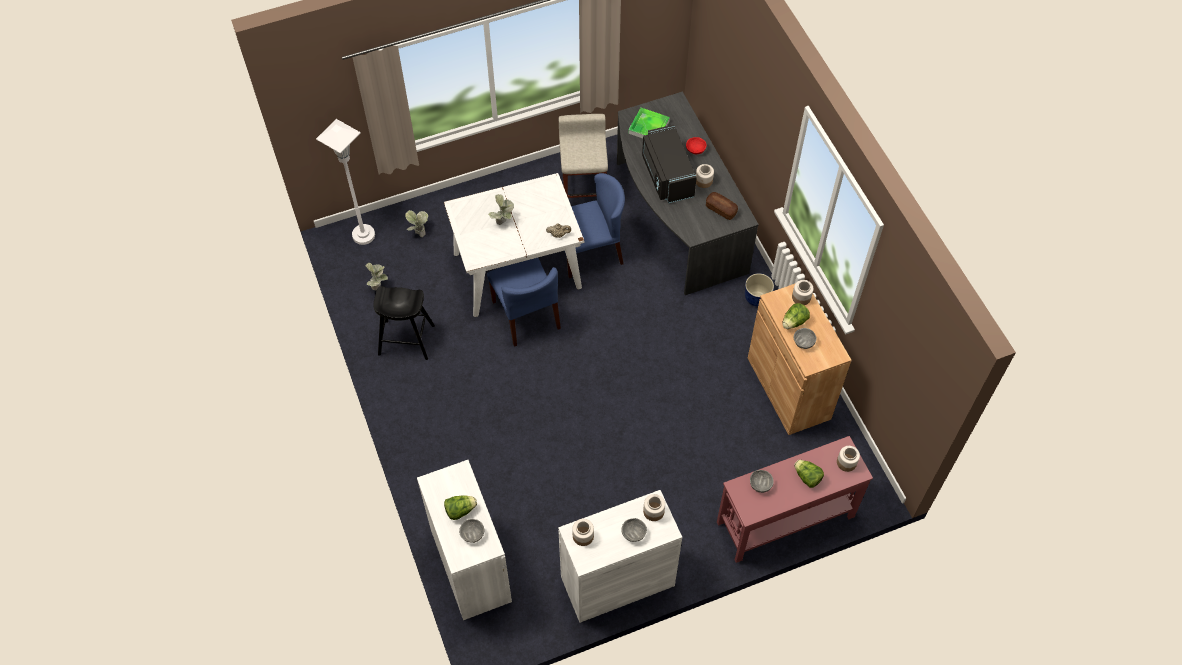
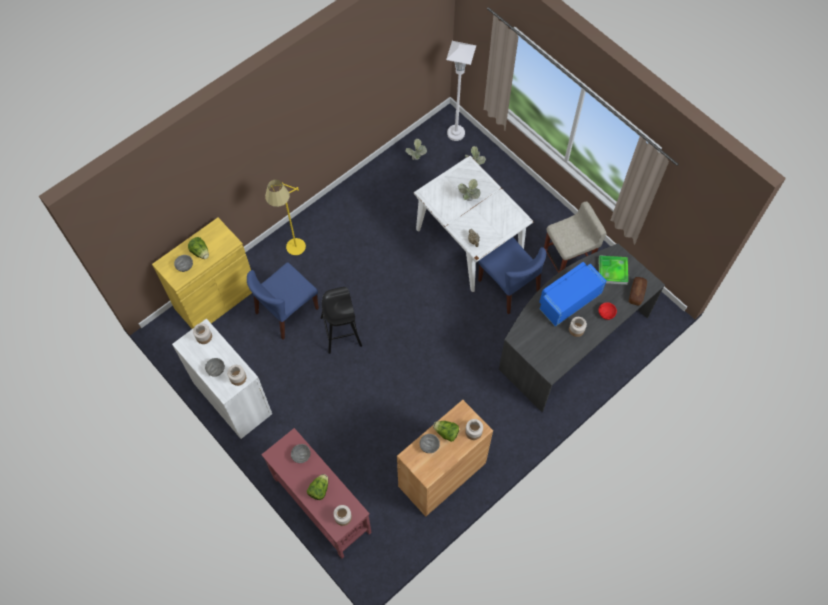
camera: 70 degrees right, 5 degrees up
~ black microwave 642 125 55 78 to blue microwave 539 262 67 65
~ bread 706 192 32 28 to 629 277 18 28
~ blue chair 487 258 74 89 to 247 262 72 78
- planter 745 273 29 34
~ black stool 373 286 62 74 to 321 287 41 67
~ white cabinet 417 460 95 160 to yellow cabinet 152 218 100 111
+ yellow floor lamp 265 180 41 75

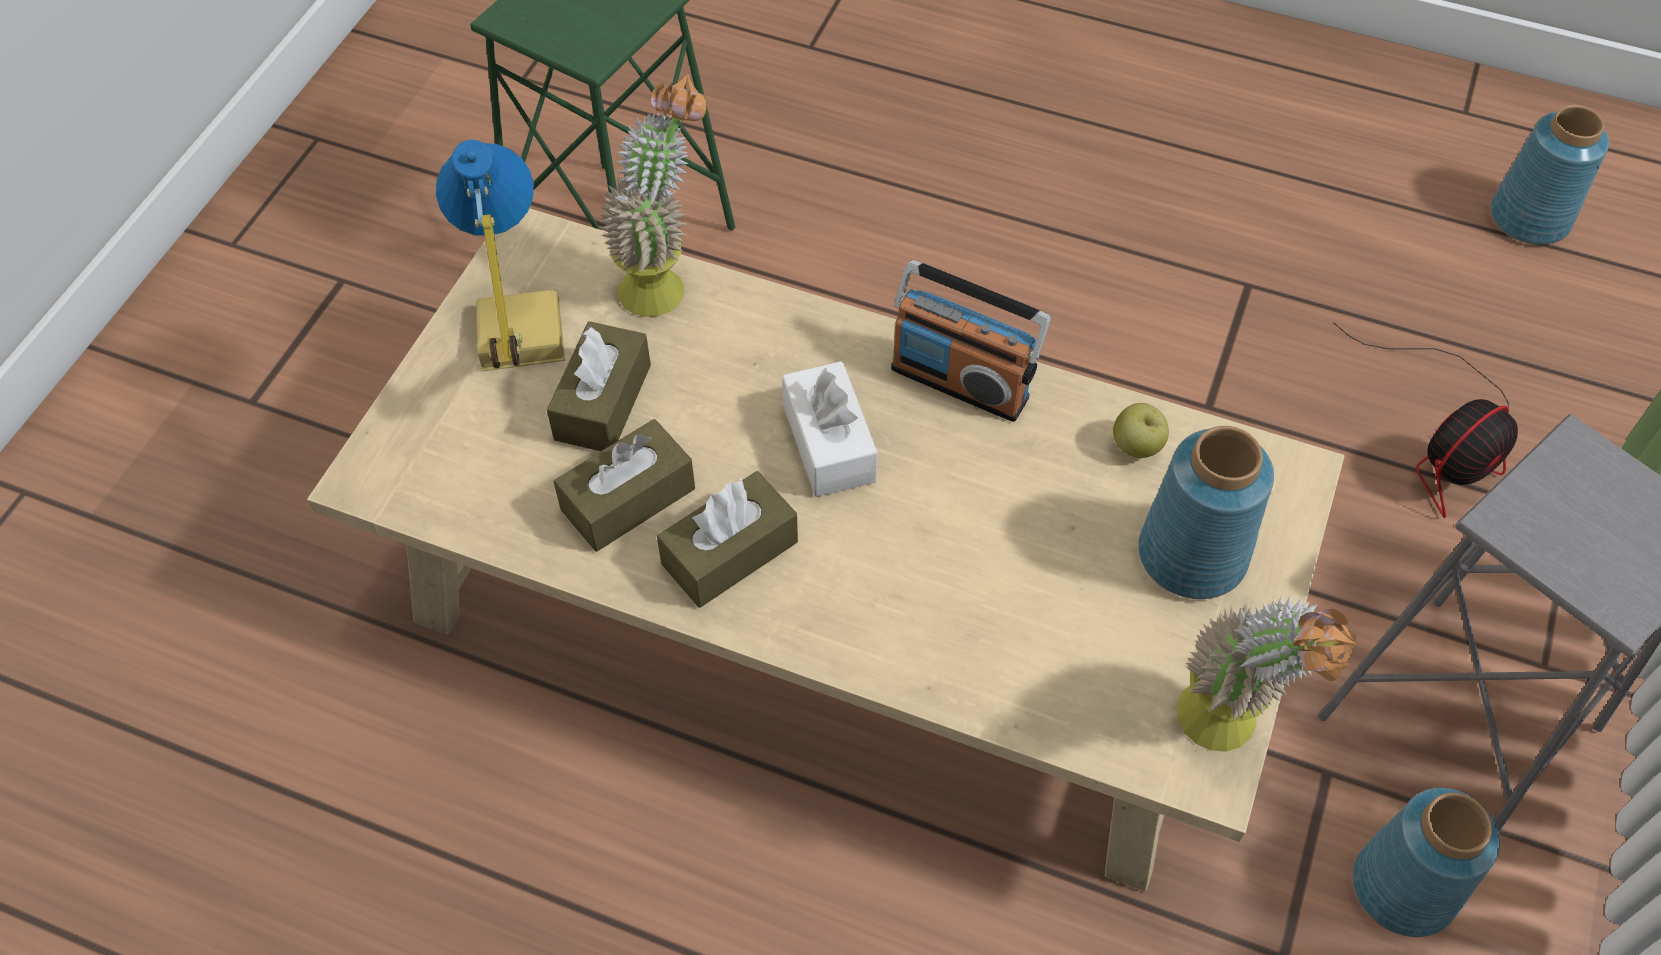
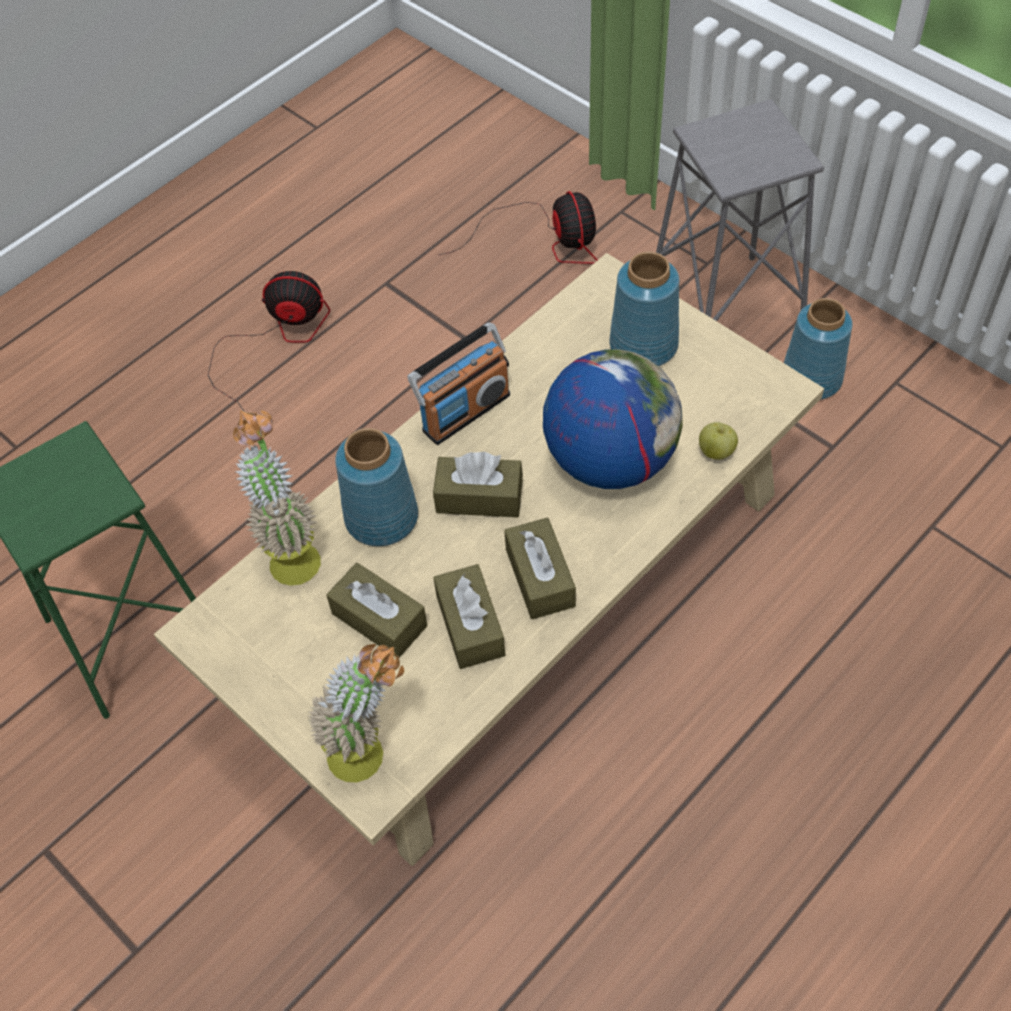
camera: 65 degrees left, 0 degrees up
~ blue vase 1490 105 119 140 to 335 428 83 118
- table lamp 436 140 129 232
~ white tissue box 782 361 95 136 to brown tissue box 433 452 90 65
~ apple 1113 403 56 55 to 699 422 39 38
~ potted plant 1177 595 180 157 to 308 644 96 138
+ fan 208 271 122 140
+ globe 543 350 140 139

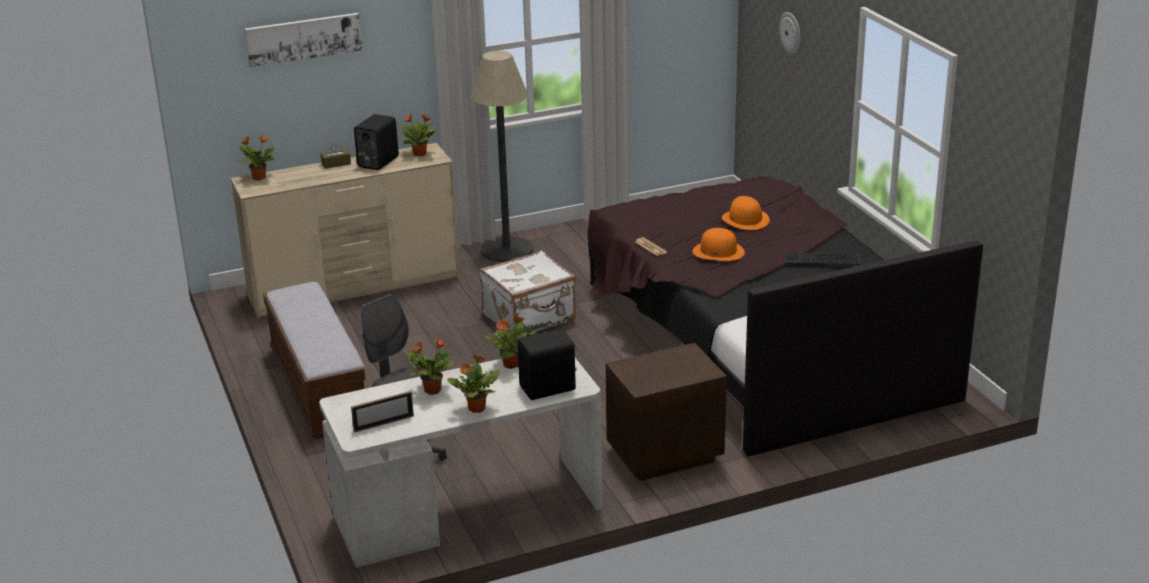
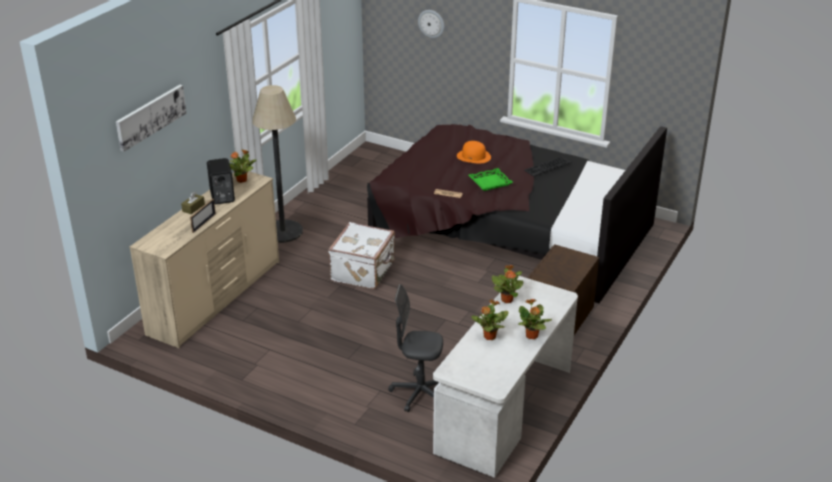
camera: 40 degrees left, 5 degrees up
- potted plant 237 135 38 45
~ orange hat 693 228 52 33 to green tray 468 168 45 23
- bench 263 282 102 157
- black speaker 517 329 60 71
~ picture frame 351 391 63 42 to 190 199 26 34

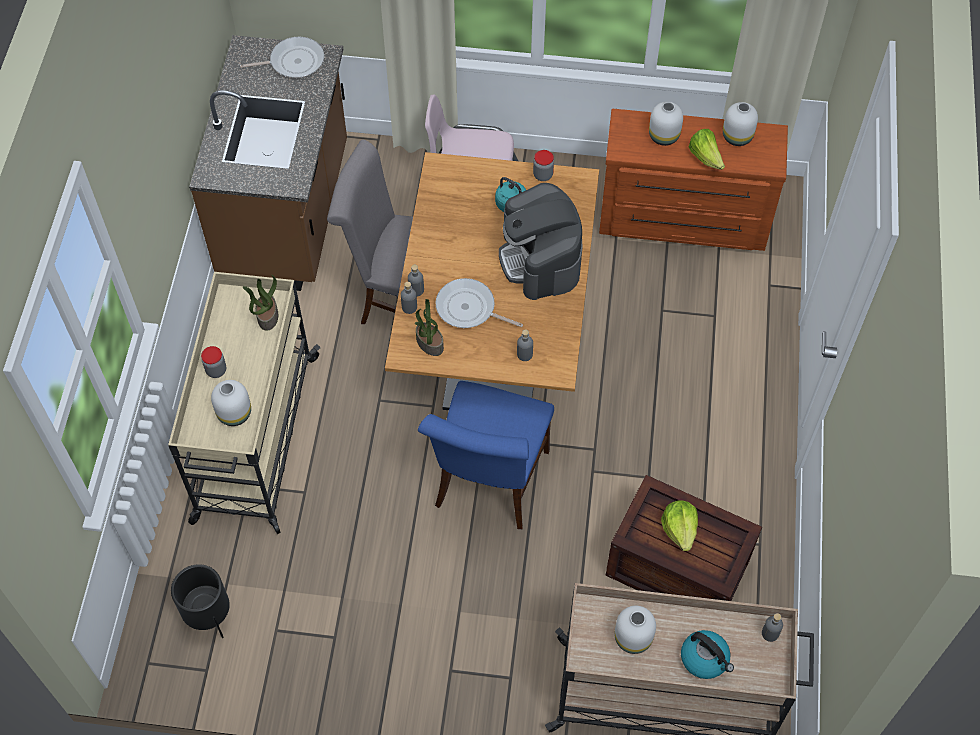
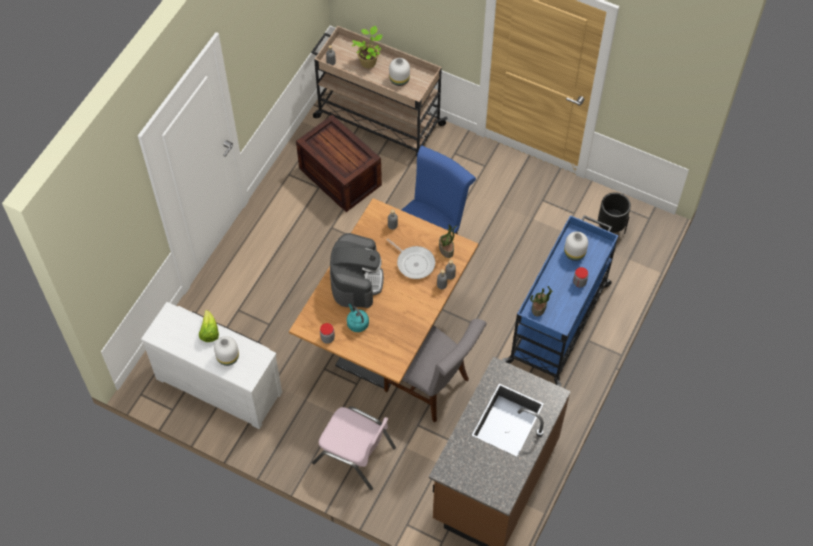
camera: 160 degrees left, 0 degrees up
- frying pan 240 37 84 41
- white vase 723 102 35 44
~ brown dresser 599 109 189 142 to white dresser 141 302 141 127
~ beige cart 168 272 153 262 to blue cart 502 215 117 171
- lettuce 661 500 37 51
~ kettle 681 630 53 49 to potted plant 352 26 31 42

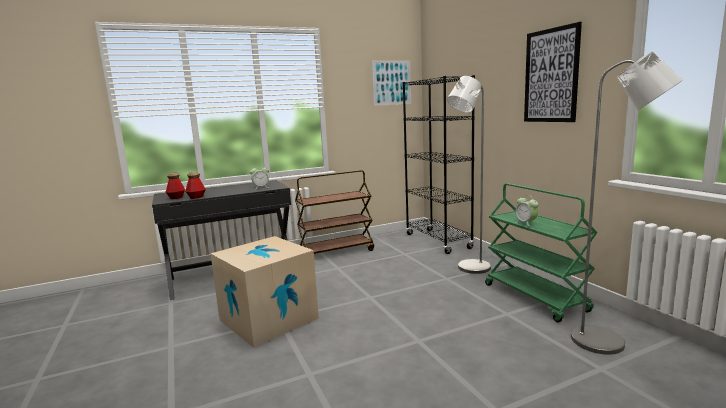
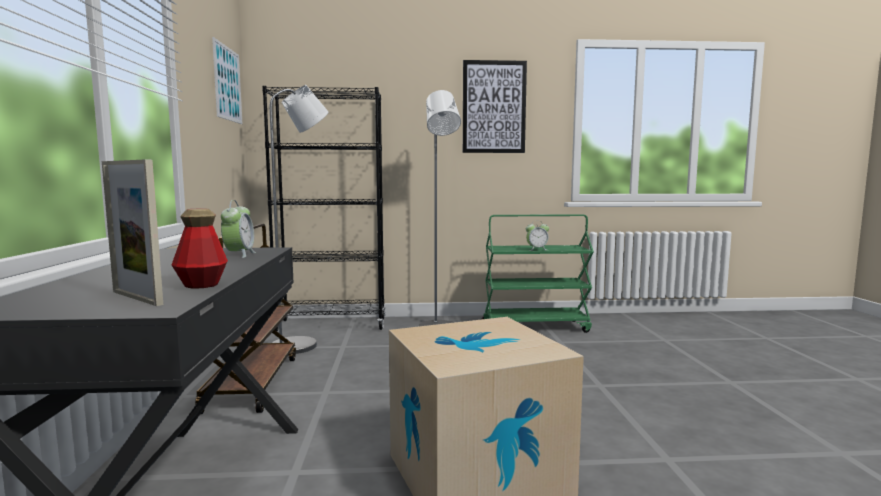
camera: 70 degrees left, 5 degrees down
~ grey floor lamp 571 51 112 304 to 269 85 59 269
~ bottle 166 173 19 26 to picture frame 102 159 61 147

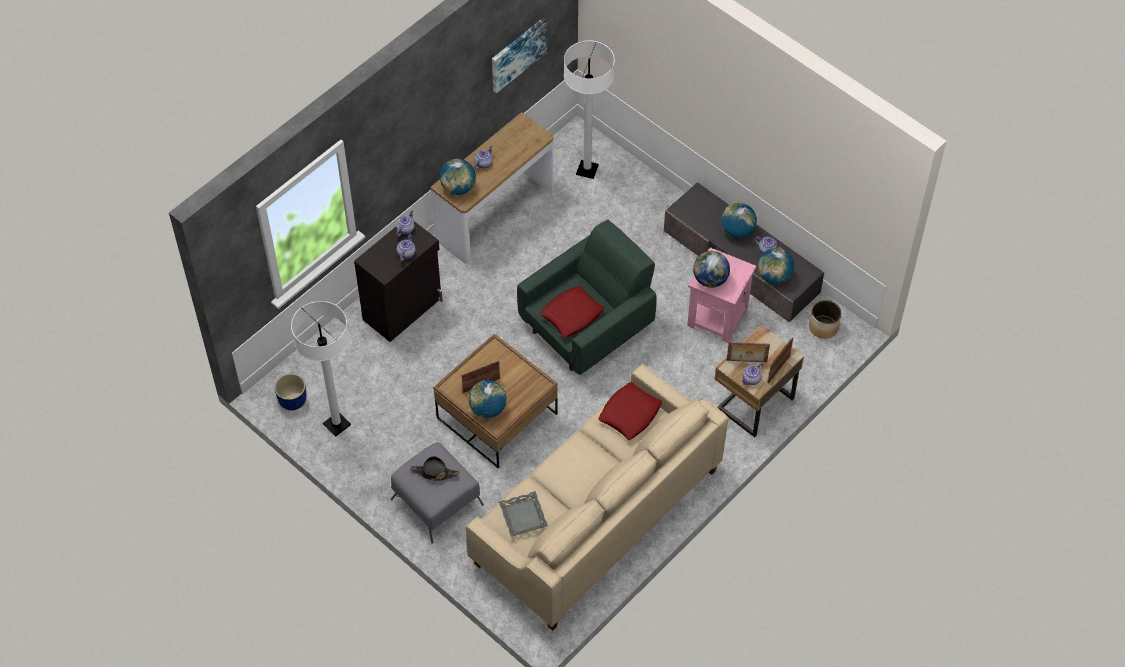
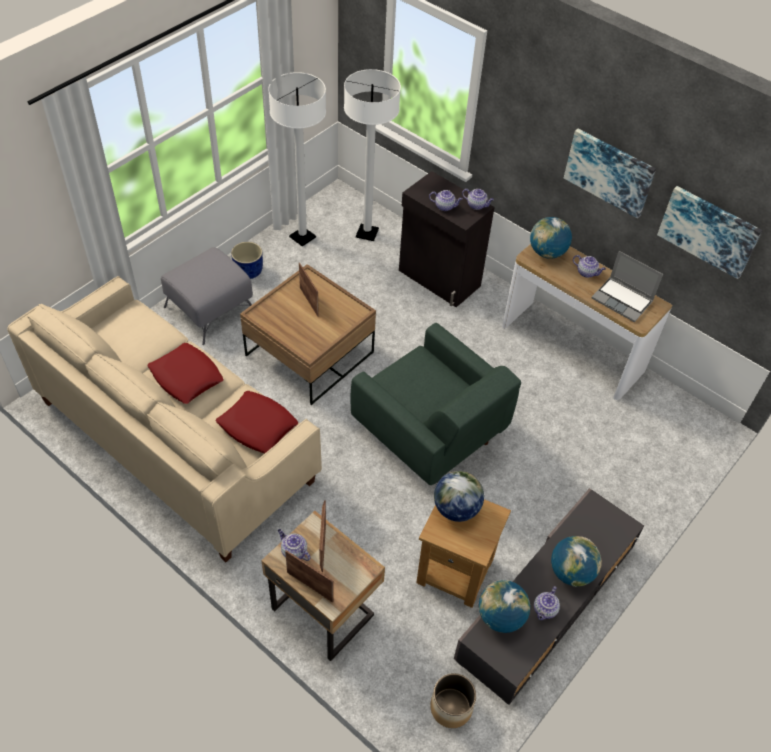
camera: 85 degrees right, 5 degrees down
~ white floor lamp 564 40 51 139 to 344 69 57 172
~ pink side table 687 247 69 96 to brown side table 416 499 95 109
~ red pillow 540 286 64 52 to 148 343 76 61
~ blue planter 274 374 32 36 to 231 242 32 37
- globe 468 380 39 38
- black hat 410 456 49 25
- grey tray 499 491 49 46
+ picture 564 129 92 90
+ laptop 592 251 71 71

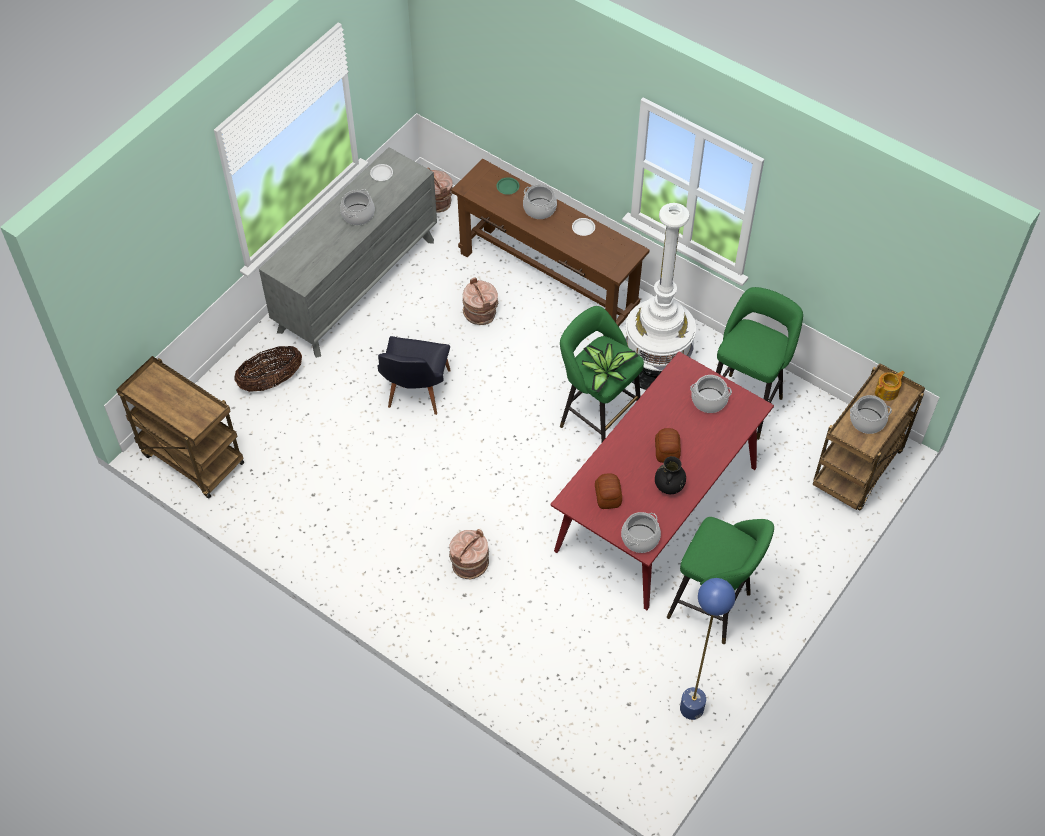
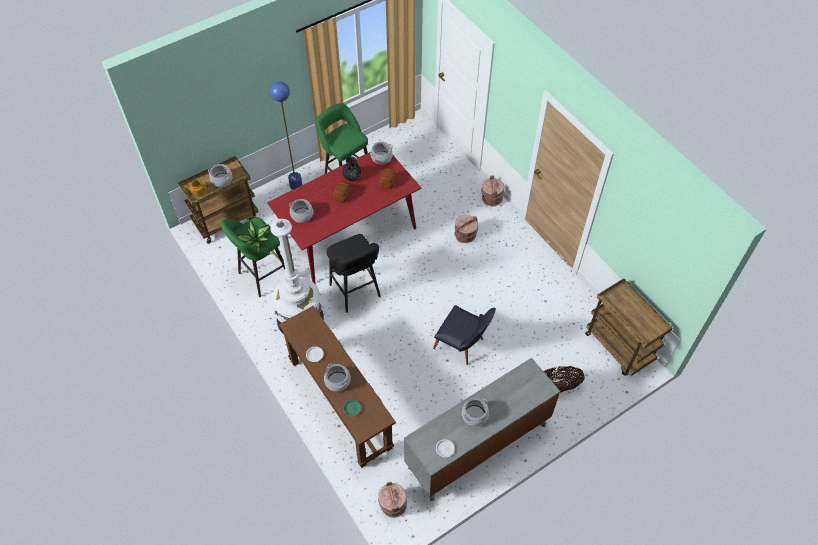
camera: 160 degrees left, 0 degrees up
~ brown bucket 463 277 35 48 to 481 175 23 32
~ green stool 560 306 84 136 to black stool 327 234 54 79
~ black chair 377 336 74 79 = 433 305 63 60 90 degrees clockwise
~ potted plant 582 343 56 50 to 237 220 34 32
~ blue floor lamp 680 578 56 142 to 270 81 32 109

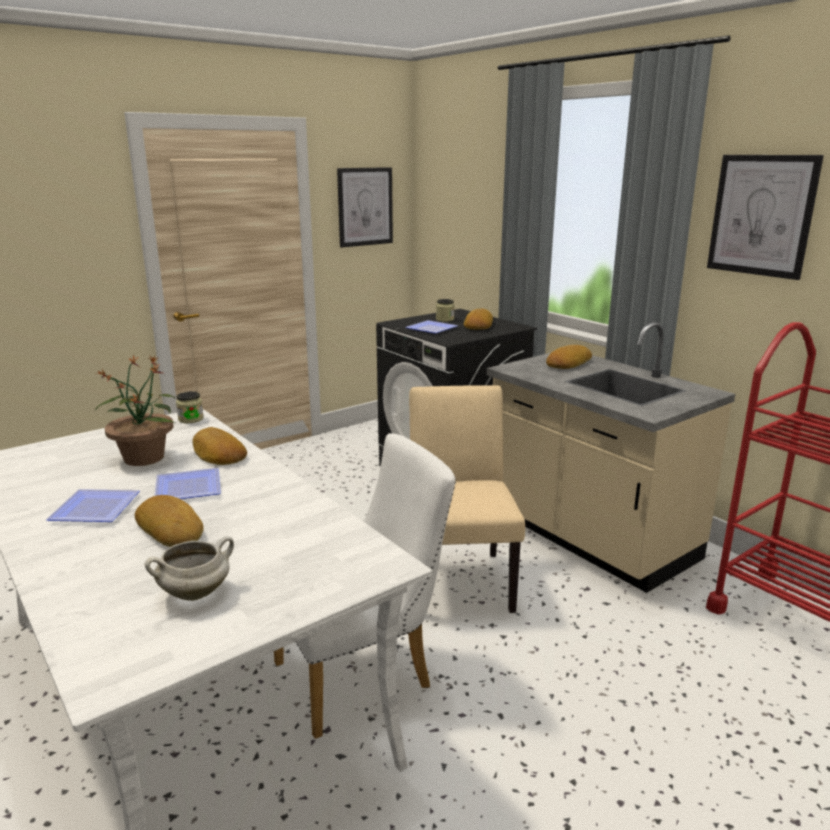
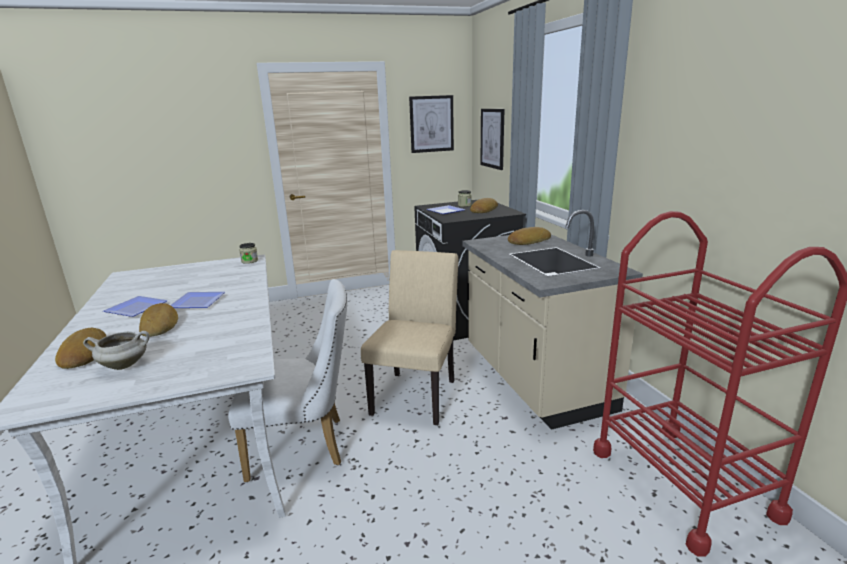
camera: 20 degrees right, 0 degrees up
~ picture 707 155 117 125 to 481 109 23 61
- potted plant 95 355 82 111
~ bread 192 427 55 38 to 55 328 51 41

